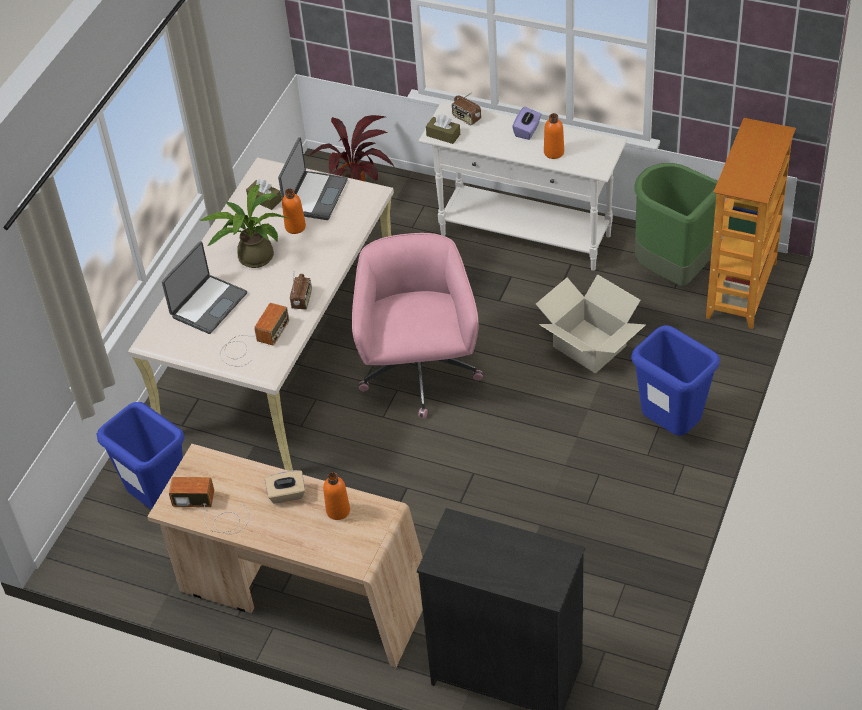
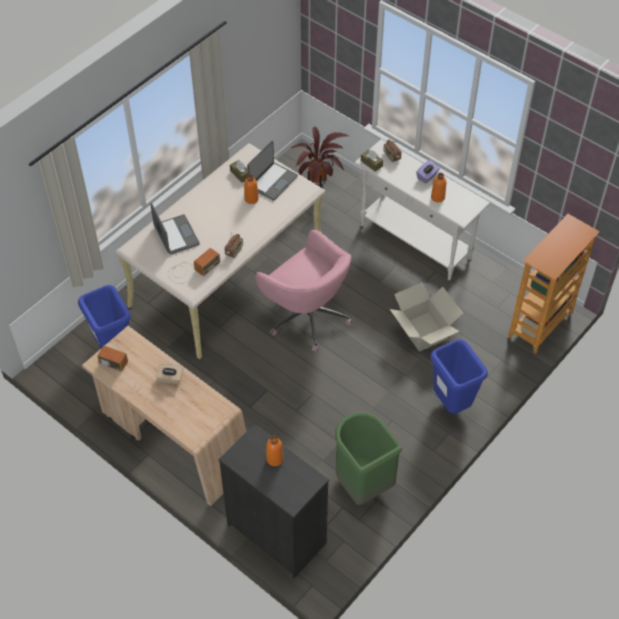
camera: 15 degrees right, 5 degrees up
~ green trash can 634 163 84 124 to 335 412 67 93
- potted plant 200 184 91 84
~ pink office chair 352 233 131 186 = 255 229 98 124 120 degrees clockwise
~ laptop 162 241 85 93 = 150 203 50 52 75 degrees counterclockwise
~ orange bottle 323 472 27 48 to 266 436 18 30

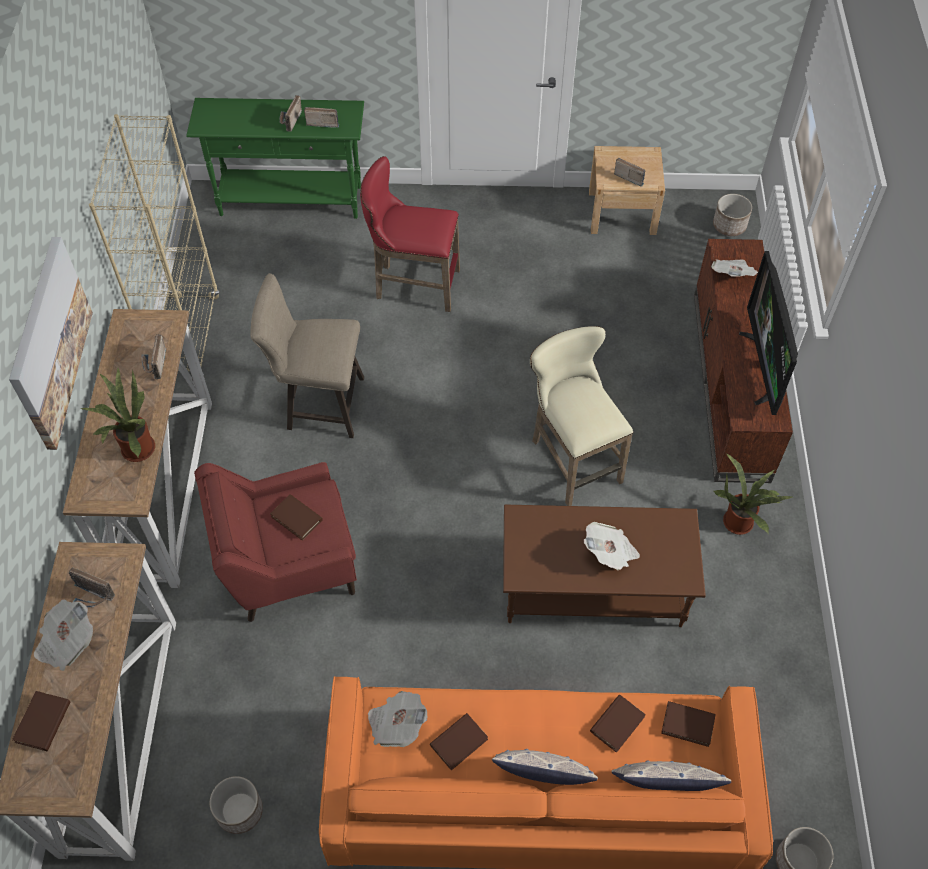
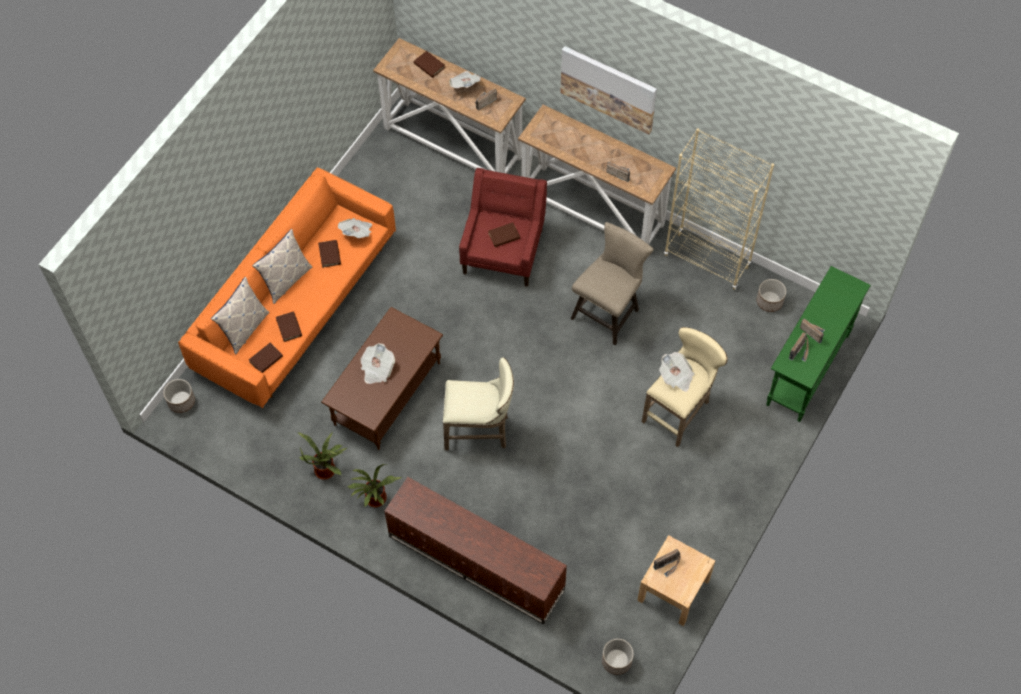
camera: 120 degrees right, 5 degrees up
~ red stool 360 156 100 156 to beige stool 642 327 86 120
- television 739 251 59 164
~ newspaper 711 259 47 18 to 659 352 36 40
~ potted plant 81 368 74 94 to 297 432 50 48
~ planter 210 776 53 58 to 757 279 29 33

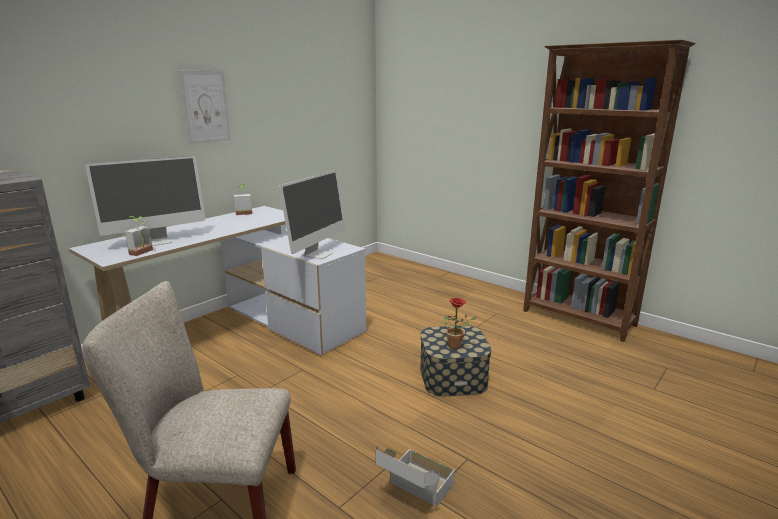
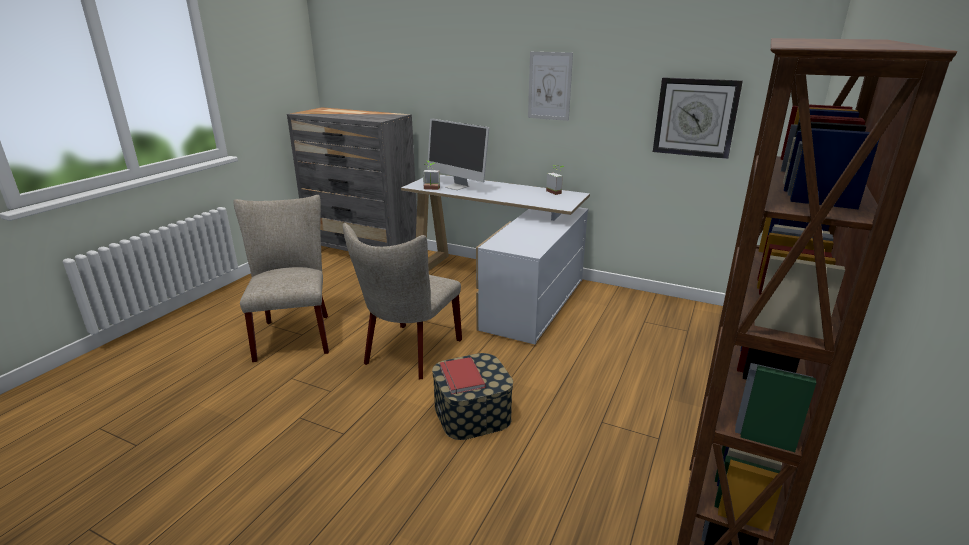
camera: 75 degrees right, 5 degrees up
- monitor 279 170 66 89
~ potted plant 444 298 34 51 to red book 440 357 46 38
- cardboard box 376 445 79 62
+ wall clock 653 77 90 82
+ beige chair 343 223 119 157

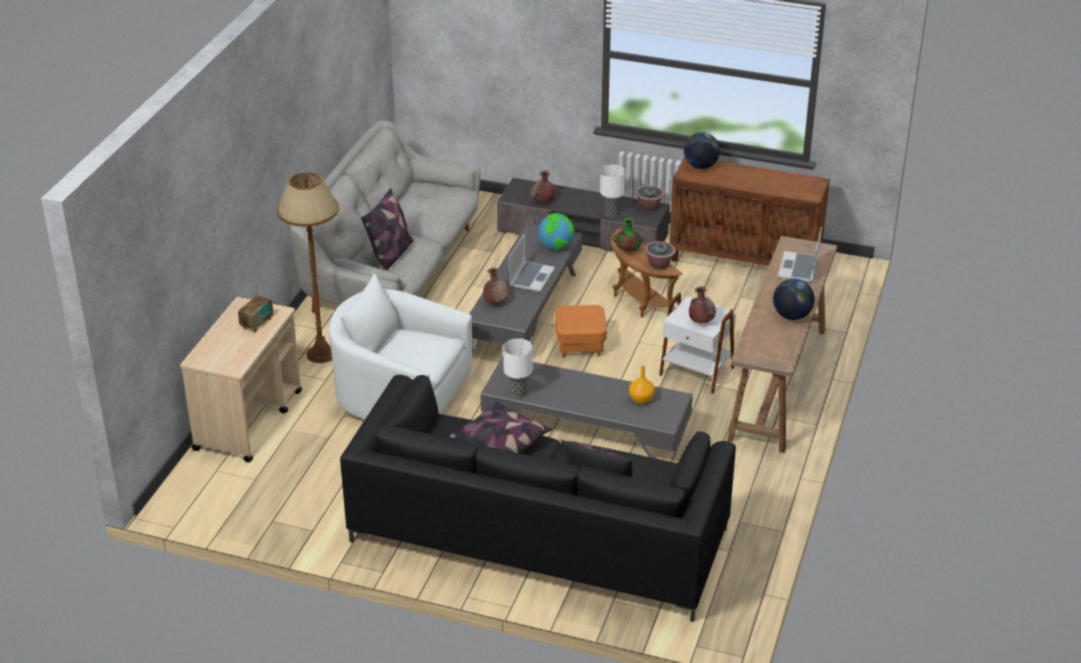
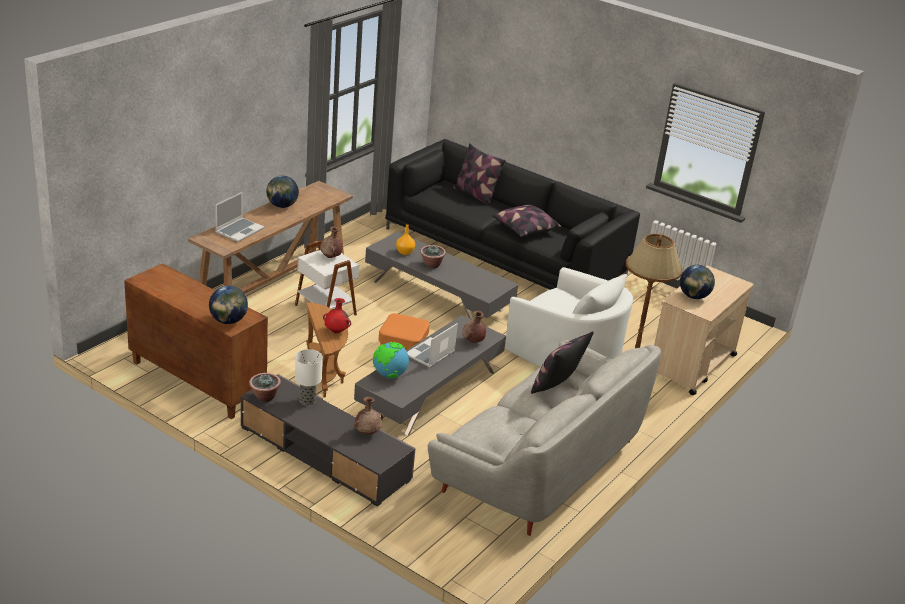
camera: 165 degrees left, 5 degrees down
~ green vase 613 218 31 34 to red vase 323 298 28 35
~ potted plant 645 241 31 29 to 420 245 26 23
~ radio 238 282 35 51 to globe 680 265 35 34
- table lamp 503 338 30 61

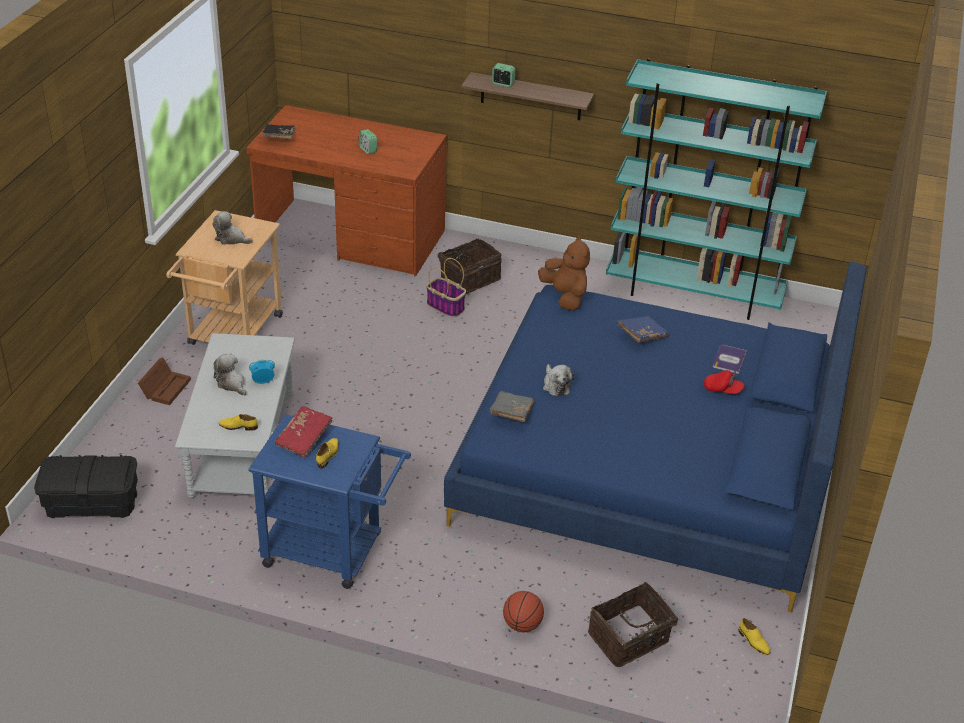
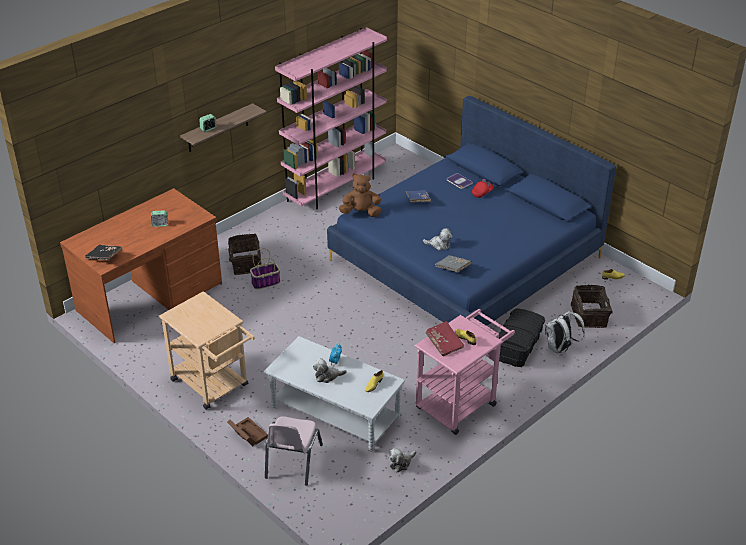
camera: 60 degrees left, 0 degrees up
~ turquoise bookcase 606 58 221 262 to pink bookcase 275 27 112 182
~ plush toy 213 211 40 34 to 389 448 28 24
~ blue cart 248 414 163 175 to pink cart 414 309 101 126
~ black storage box 34 455 104 63 to 499 309 46 58
~ basketball 503 591 41 41 to white backpack 545 311 40 43
+ pink chair 265 416 58 70

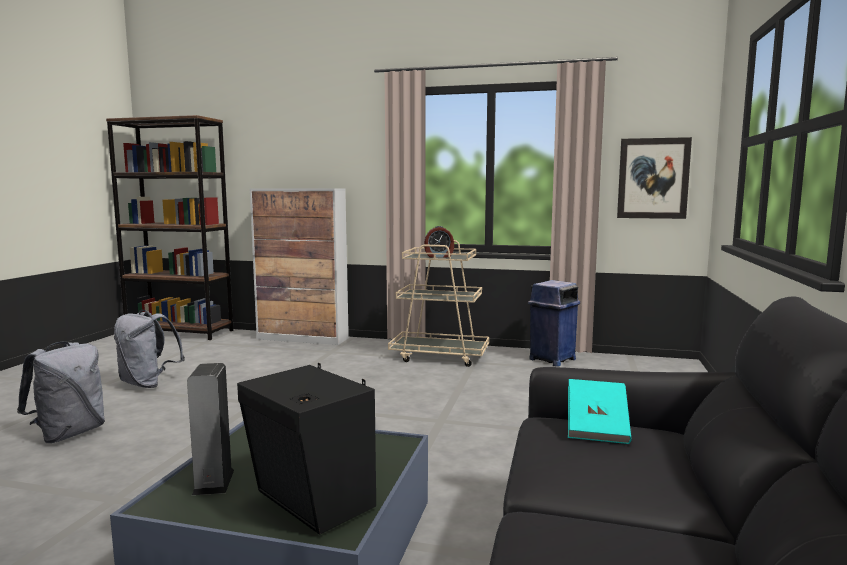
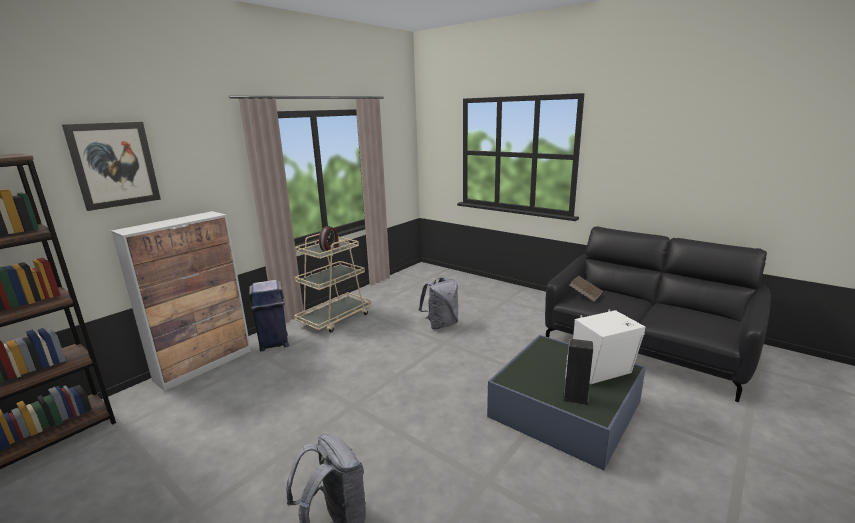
camera: 65 degrees left, 10 degrees up
~ picture 617 137 75 82 to 62 122 99 89
~ blue trash can 528 280 52 87 to 249 280 40 72
~ grey backpack 114 310 71 78 to 419 277 39 53
~ black speaker 237 363 139 172 to white speaker 573 309 72 75
~ turquoise book 568 379 64 65 to brown book 569 275 34 26

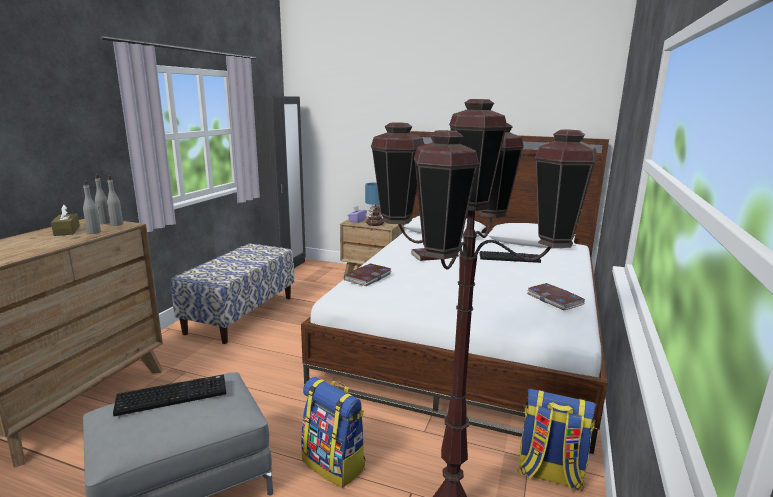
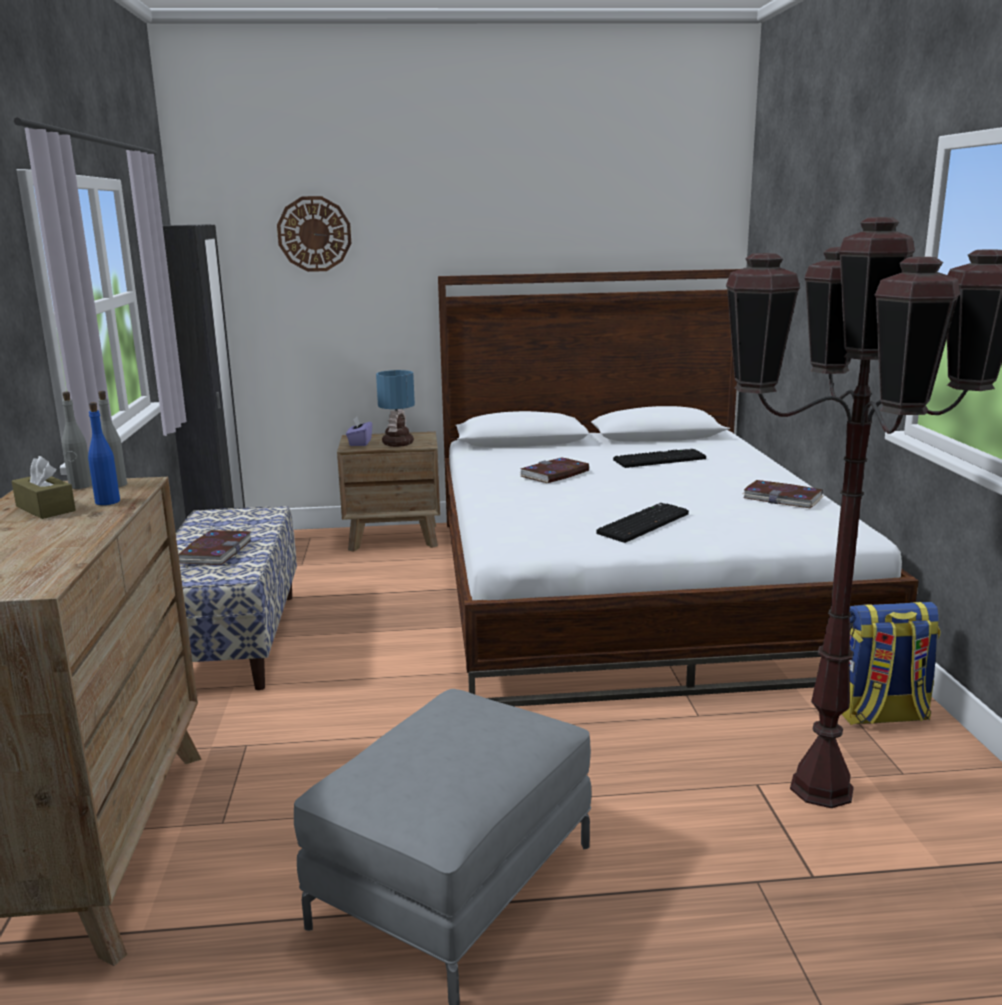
camera: 25 degrees left, 0 degrees up
~ grey bottle 83 181 18 53 to blue bottle 88 402 32 103
~ book 344 263 47 23 to 178 530 73 35
~ keyboard 113 374 113 42 to 596 503 93 40
- backpack 301 377 64 111
+ wall clock 277 196 74 76

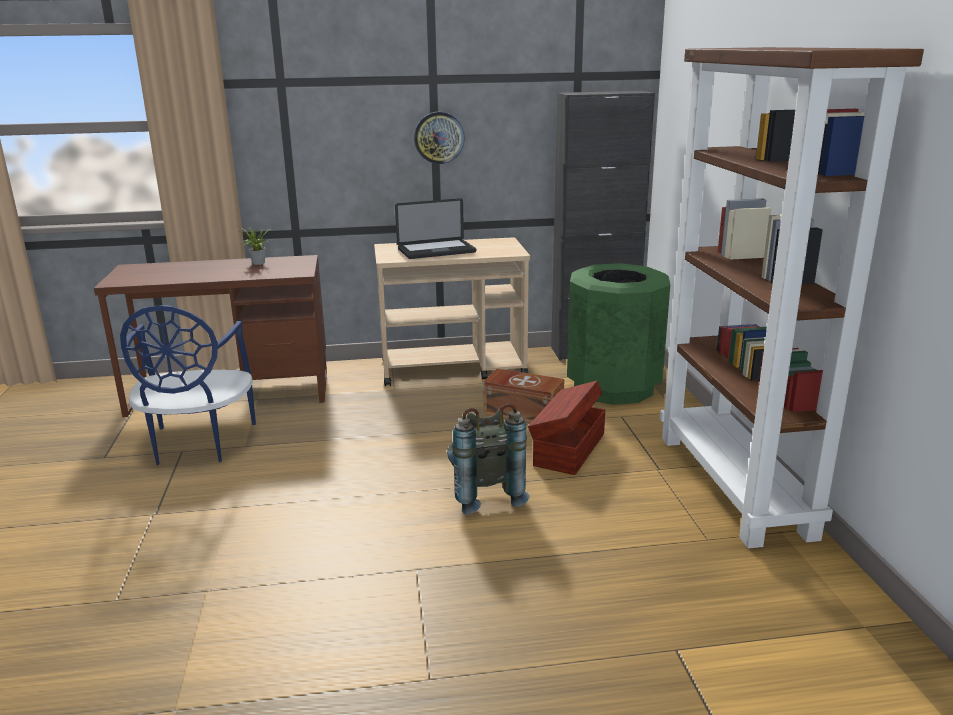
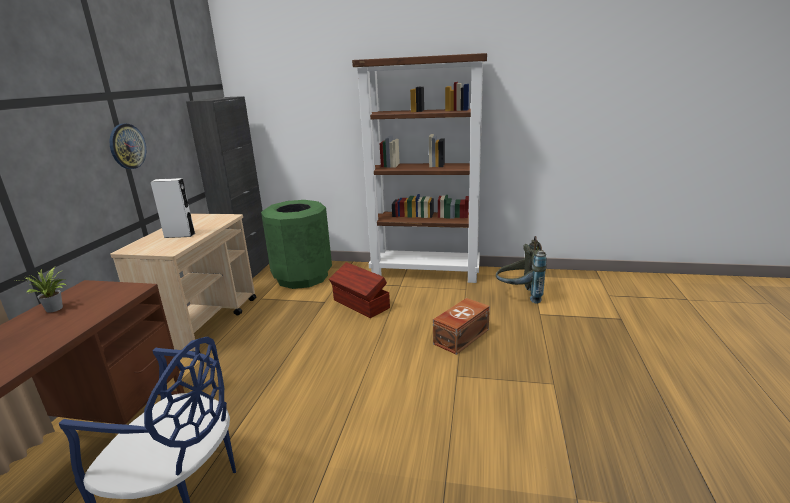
camera: 70 degrees left, 0 degrees up
~ laptop 395 198 82 61 to white speaker 151 178 44 60
~ brown storage box 483 369 82 54 to 433 298 57 57
~ grey backpack 447 403 83 112 to 496 236 51 67

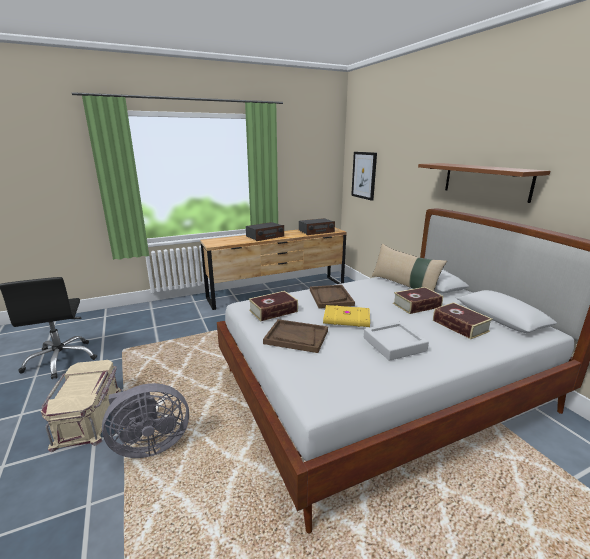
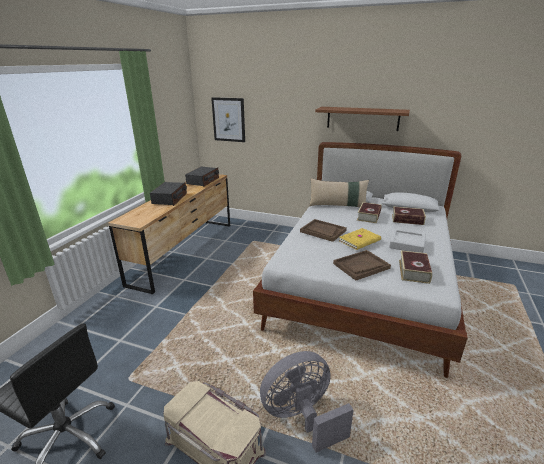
camera: 45 degrees left, 5 degrees up
~ book 249 291 49 30 to 399 251 33 33
~ grey fan 102 383 87 75 = 260 351 94 102 135 degrees counterclockwise

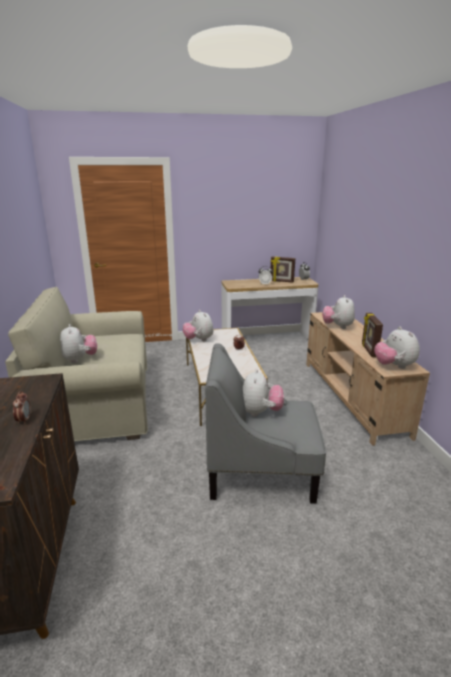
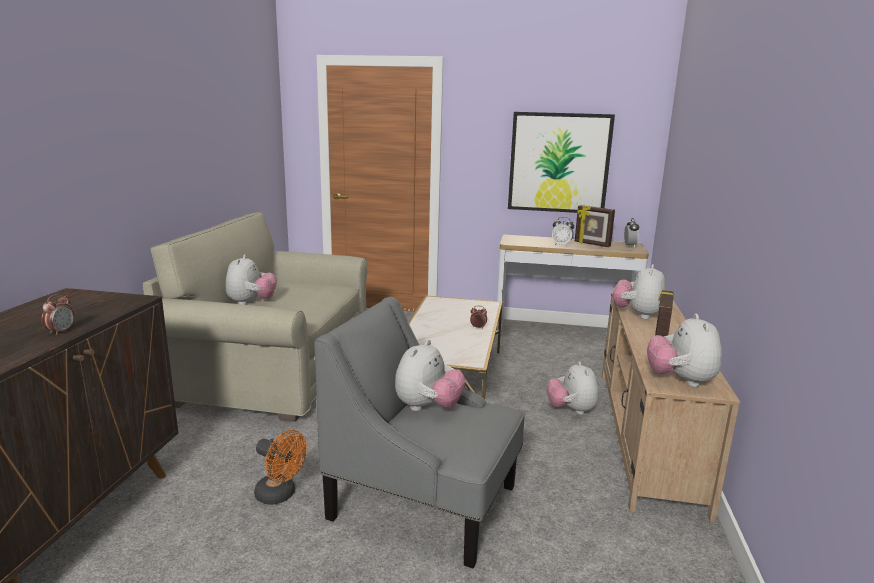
camera: 20 degrees right, 5 degrees down
~ plush toy 183 310 30 31 to 547 361 51 54
+ picture 508 112 107 101
+ orange fan 254 430 53 75

